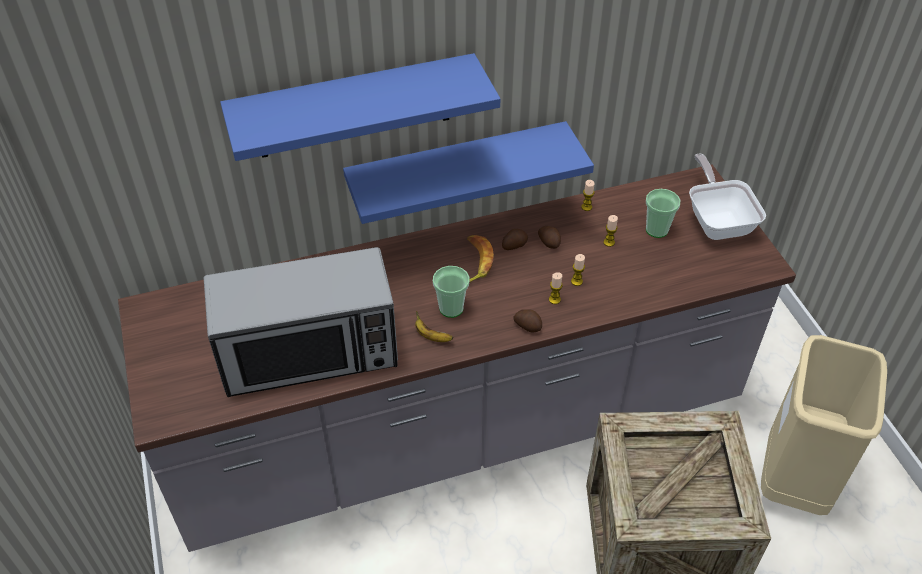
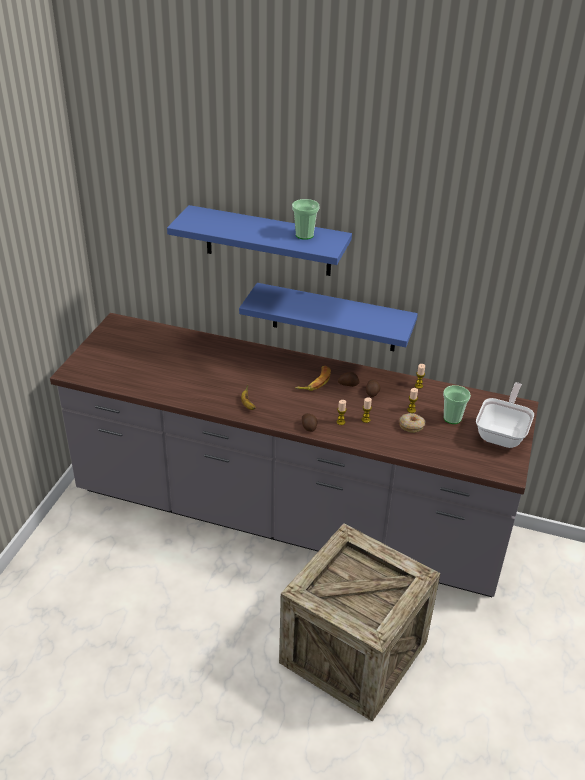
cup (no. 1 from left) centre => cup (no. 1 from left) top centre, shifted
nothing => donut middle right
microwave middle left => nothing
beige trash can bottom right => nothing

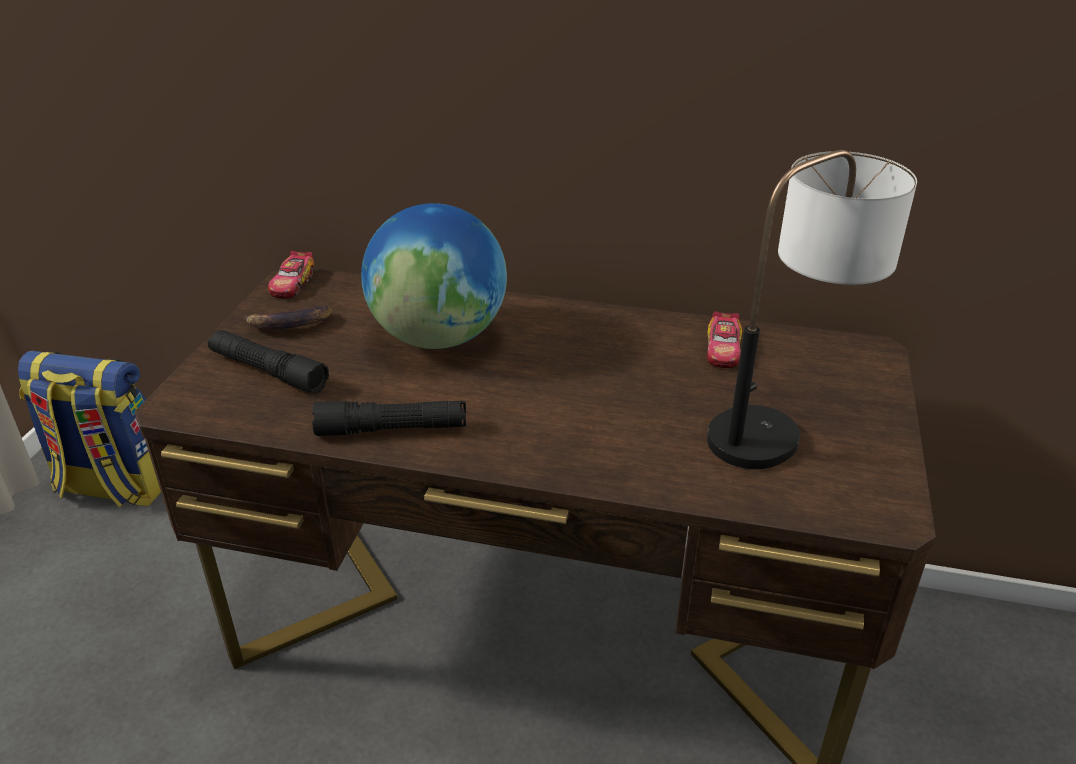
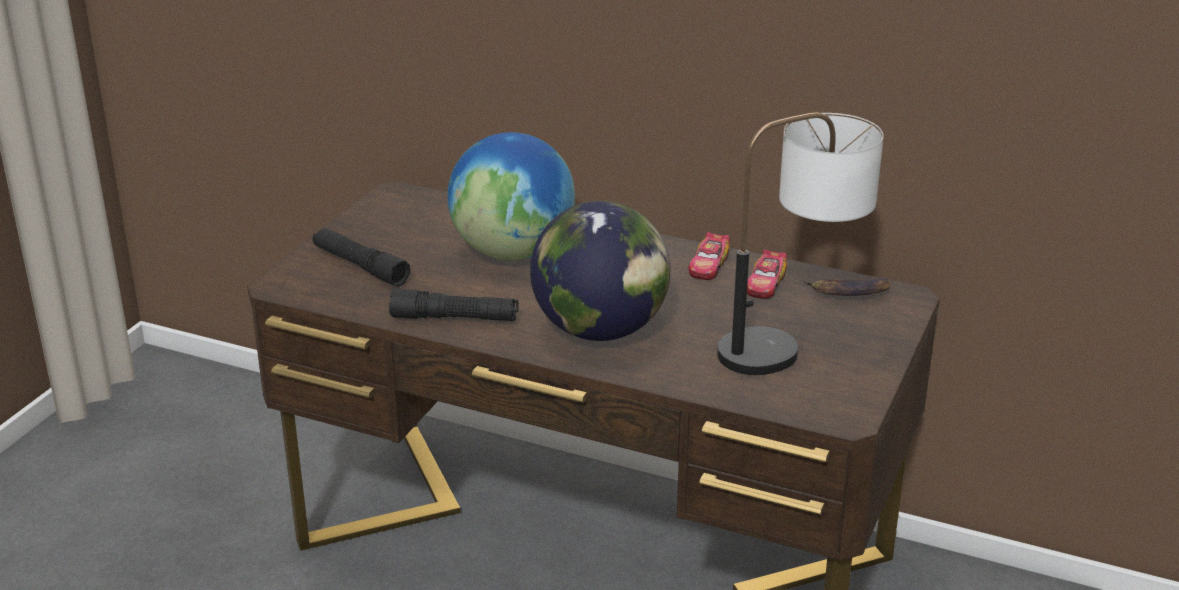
nothing => globe (no. 2 from left) centre
toy car (no. 1 from left) middle left => toy car (no. 1 from left) centre, shifted
banana middle left => banana middle right, shifted
backpack middle left => nothing

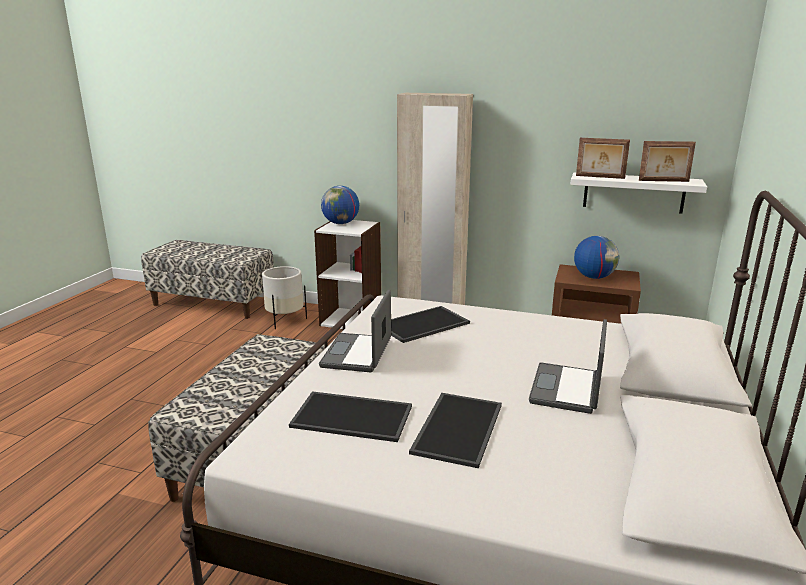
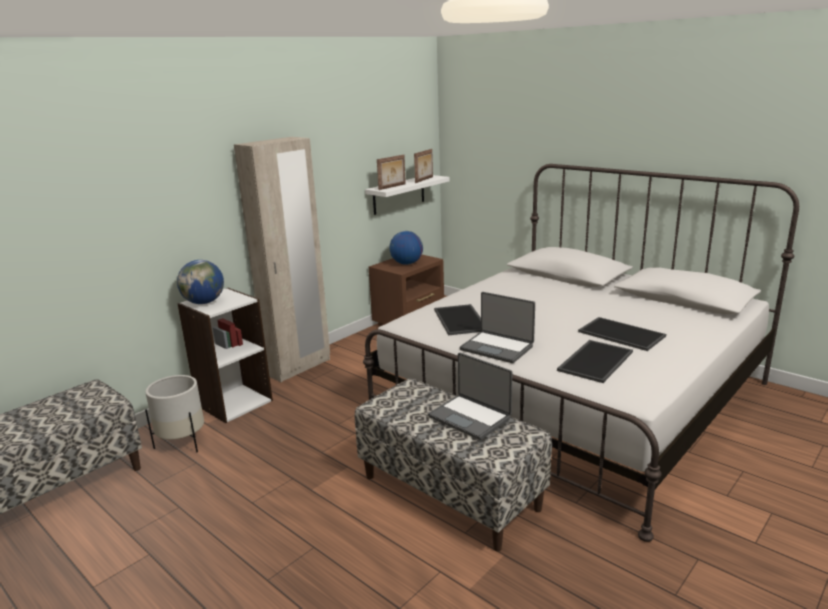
laptop (no. 2 from left in the first image) middle right => laptop (no. 1 from left) centre, shifted

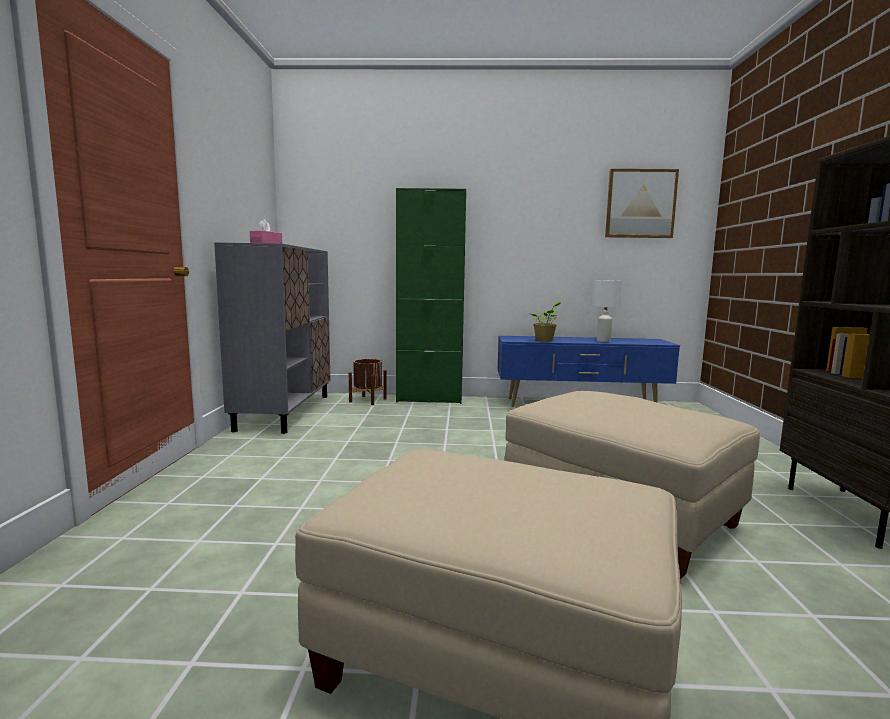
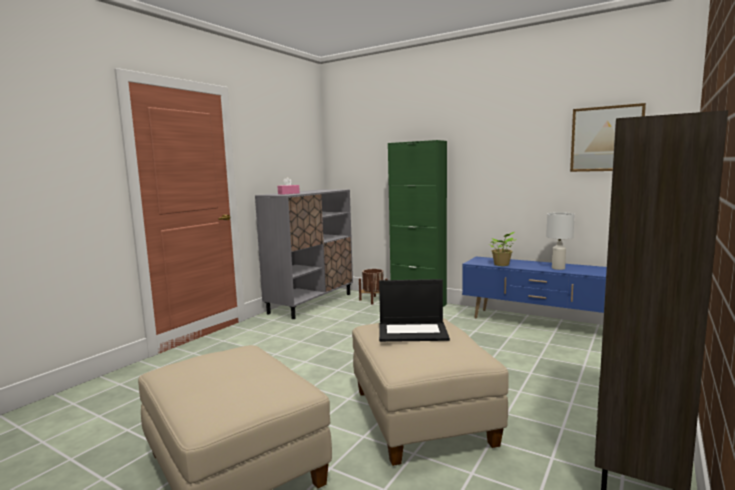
nothing => laptop centre

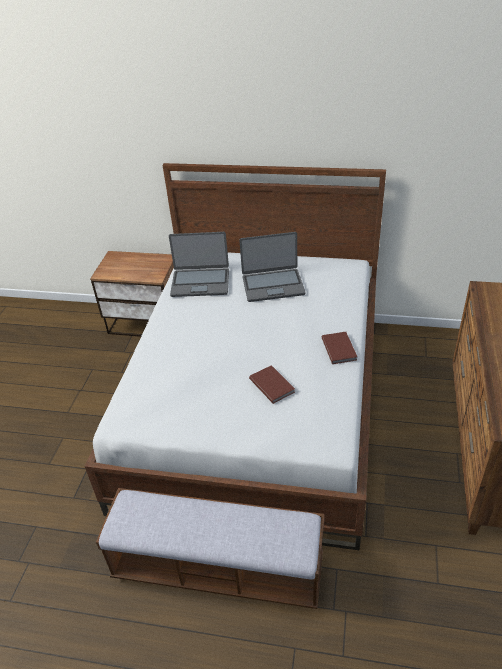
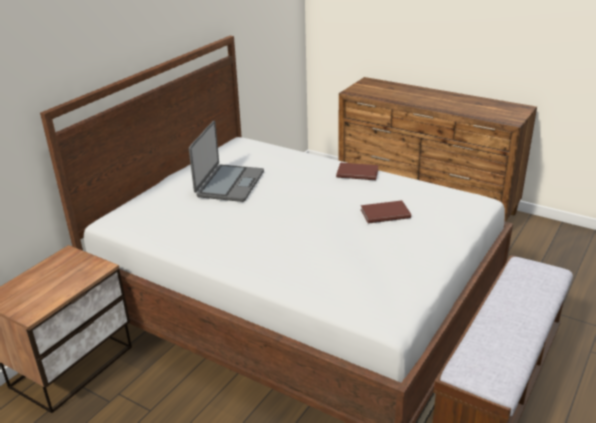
laptop (no. 1 from left) centre => nothing

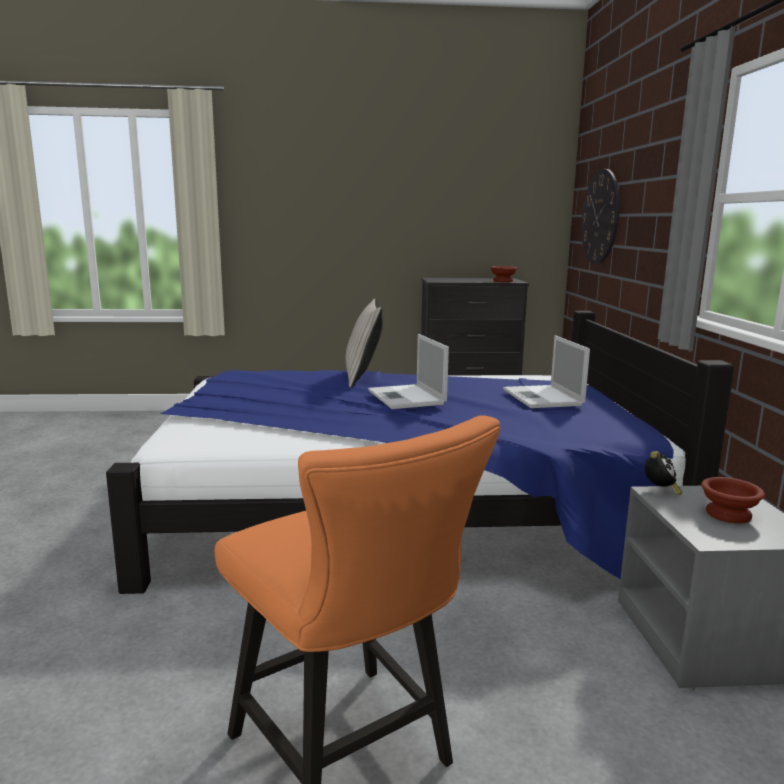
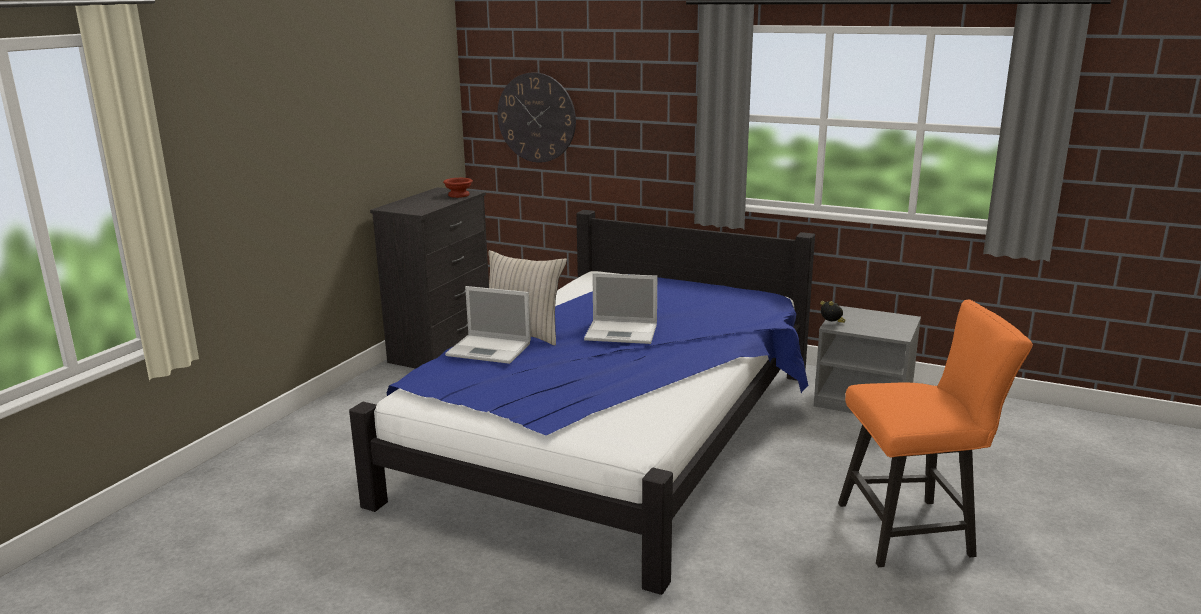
laptop (no. 2 from left in the first image) middle right => laptop (no. 1 from left) centre, shifted
brown bowl (no. 2 from left) middle right => nothing

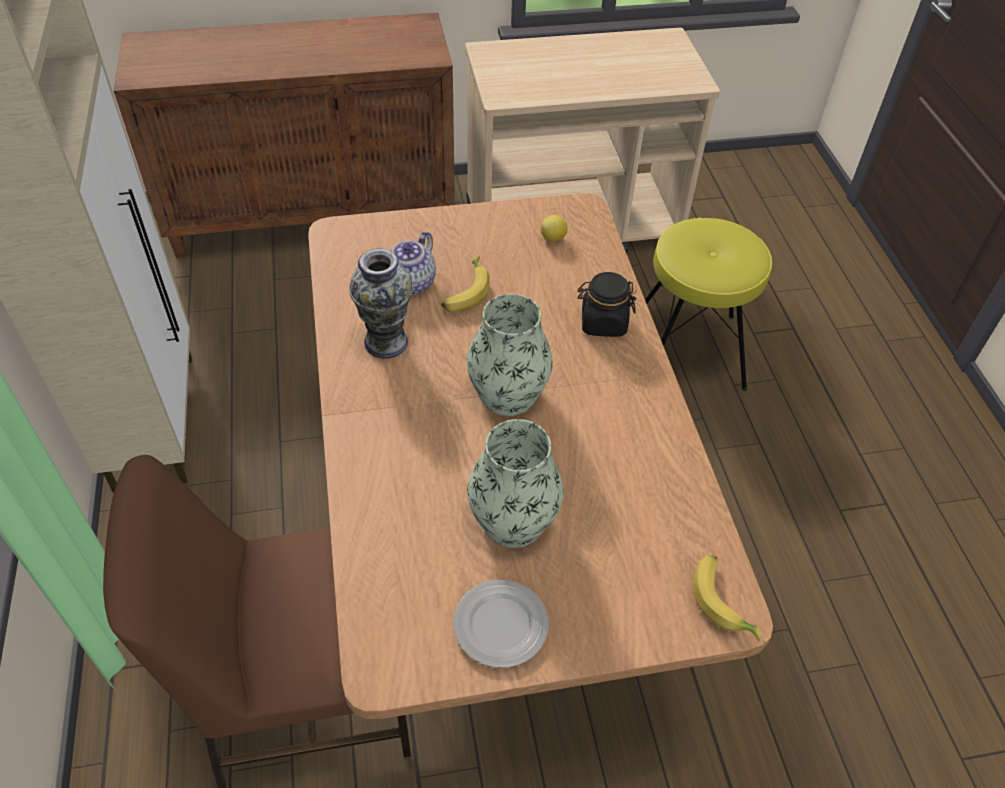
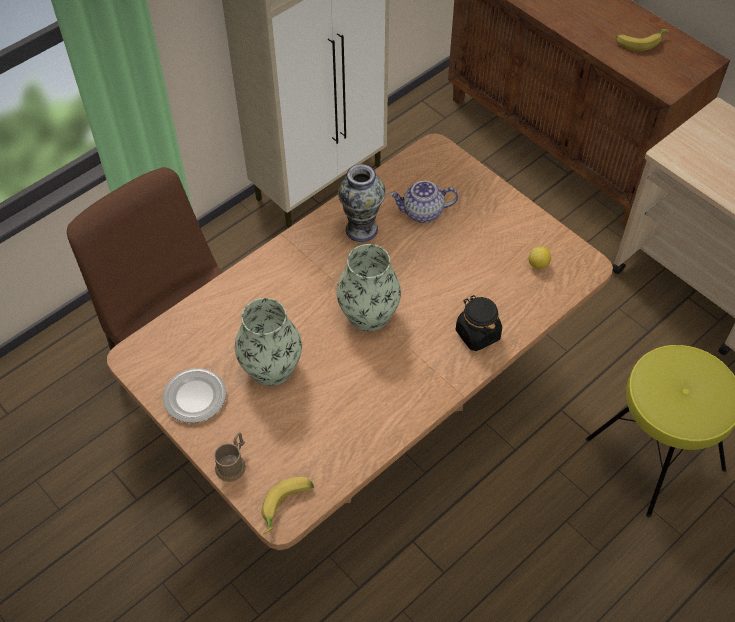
nothing => brown mug bottom left
banana (no. 1 from left in the first image) centre => banana (no. 2 from left) top right, shifted

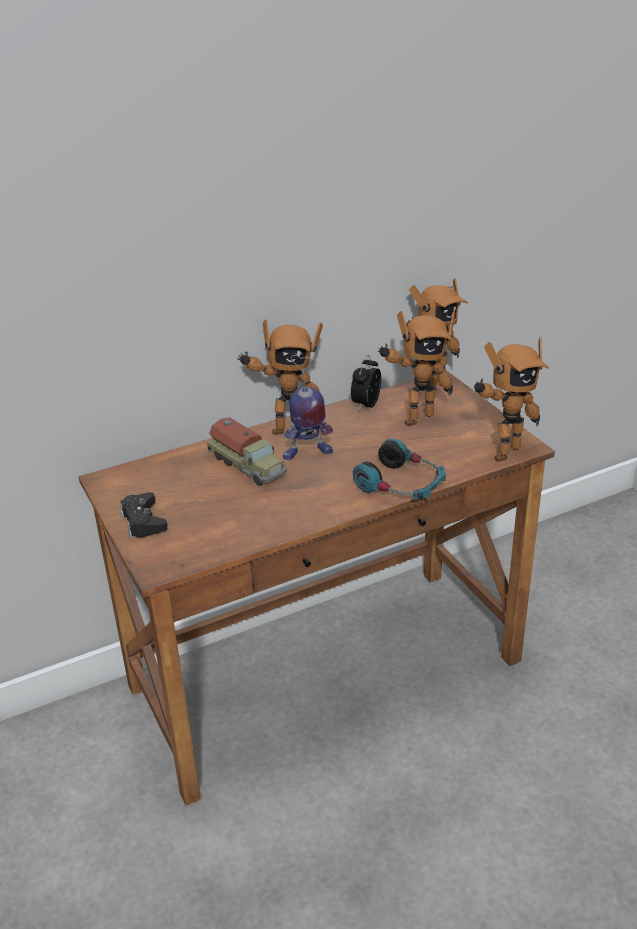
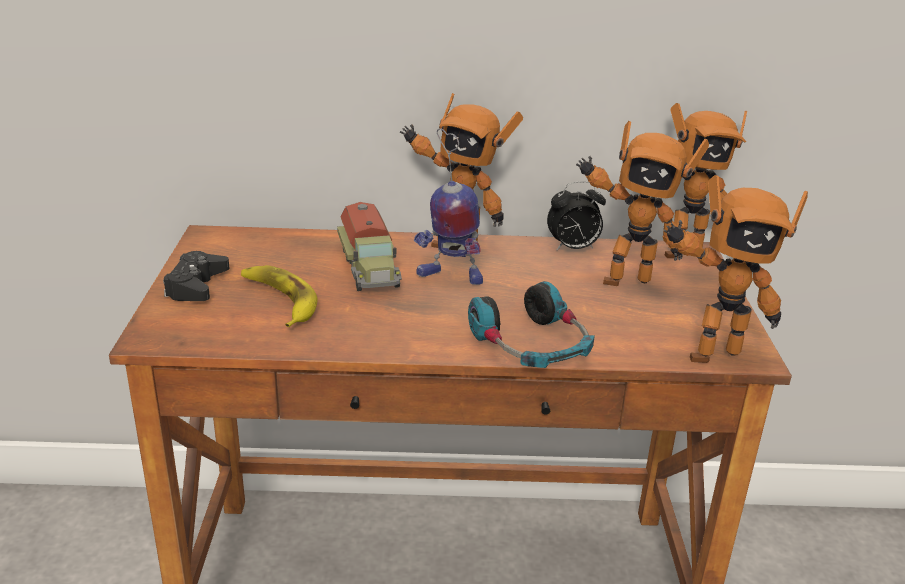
nothing => banana middle left
alarm clock centre, 150 degrees counterclockwise

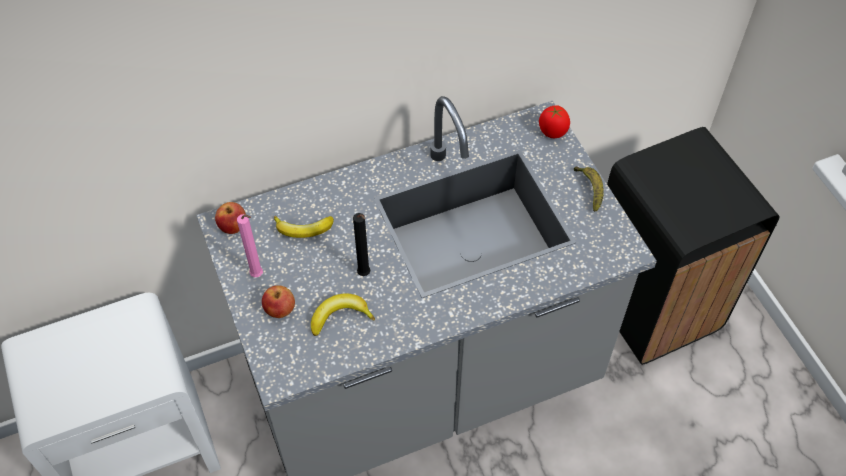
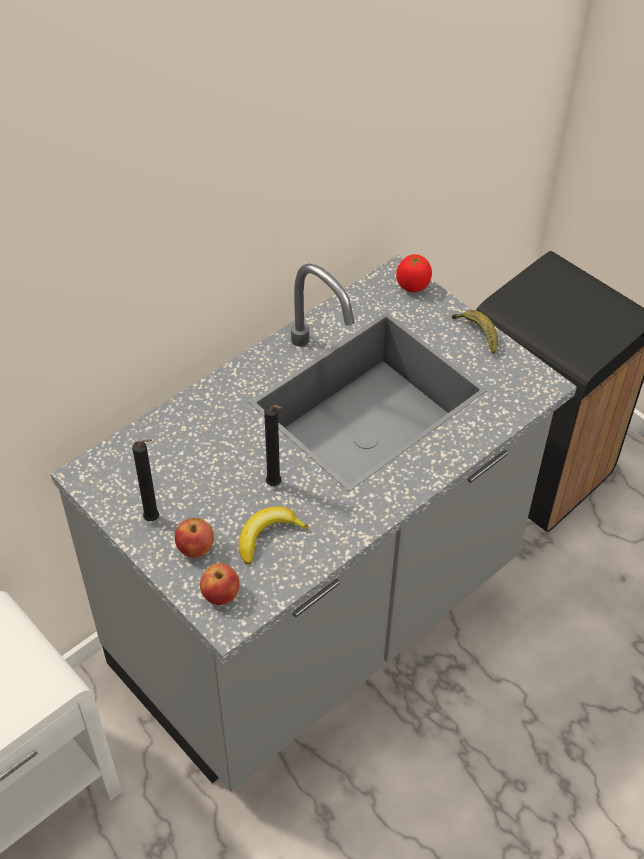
pink candle middle left => black candle (no. 1 from left) middle left
apple (no. 1 from left in the first image) middle left => apple (no. 2 from left) bottom centre, shifted
banana (no. 1 from left) centre => nothing

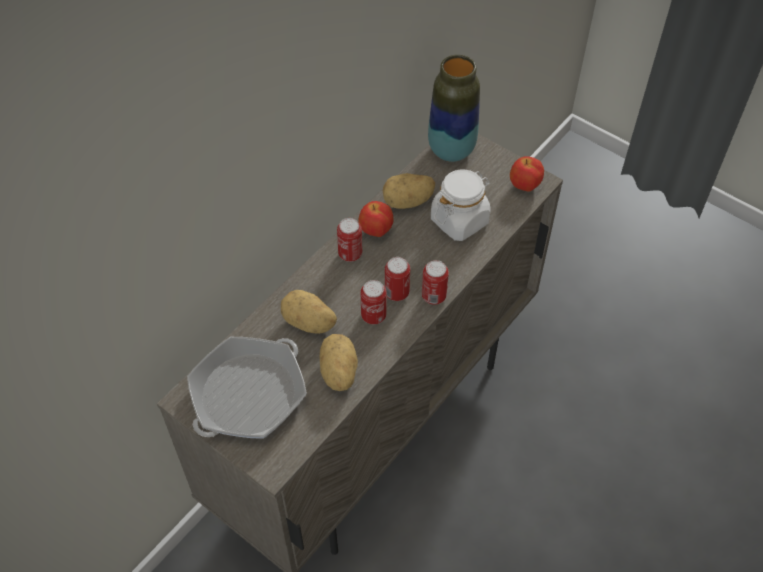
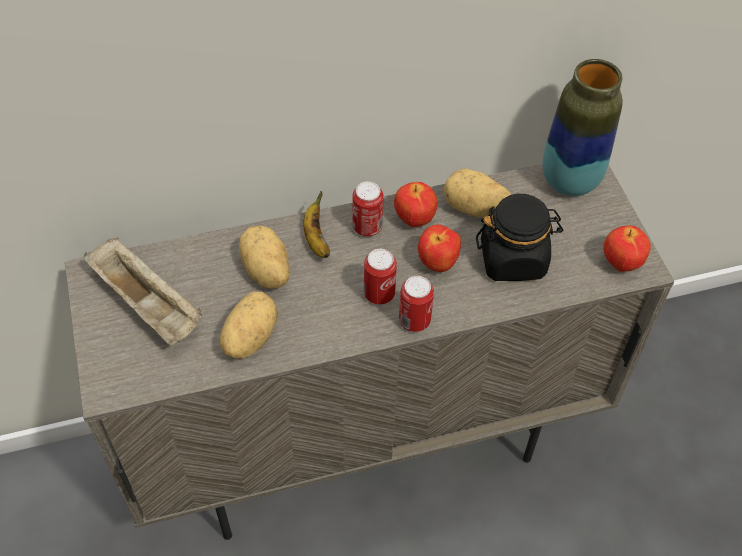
frying pan bottom left => beige tray middle left
nothing => banana centre
nothing => apple (no. 2 from left) centre
white jar centre => black jar middle right
can (no. 2 from left) centre => nothing

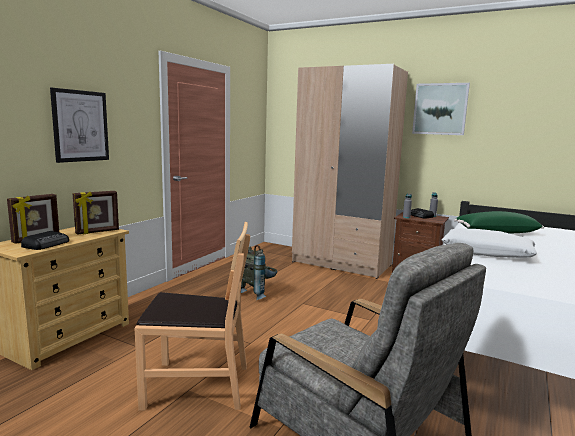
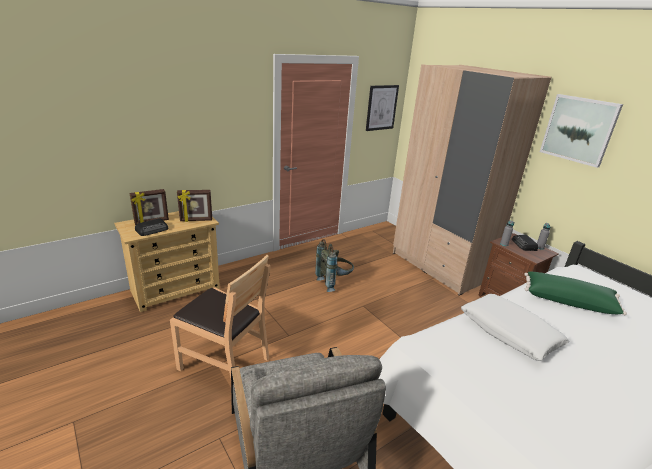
picture (no. 1 from left) top left => picture (no. 1 from left) top centre, shifted

